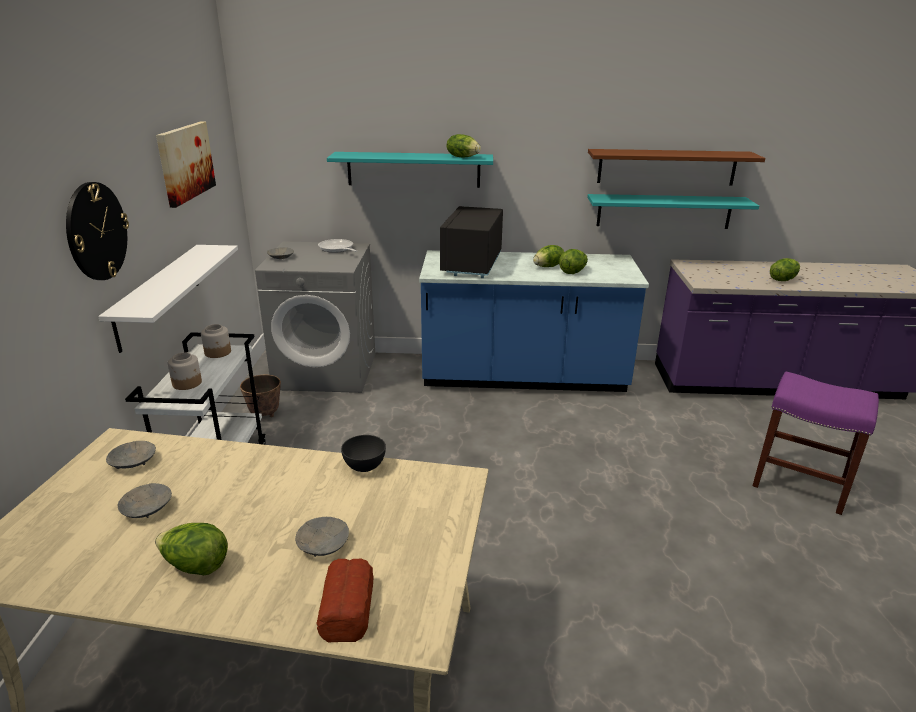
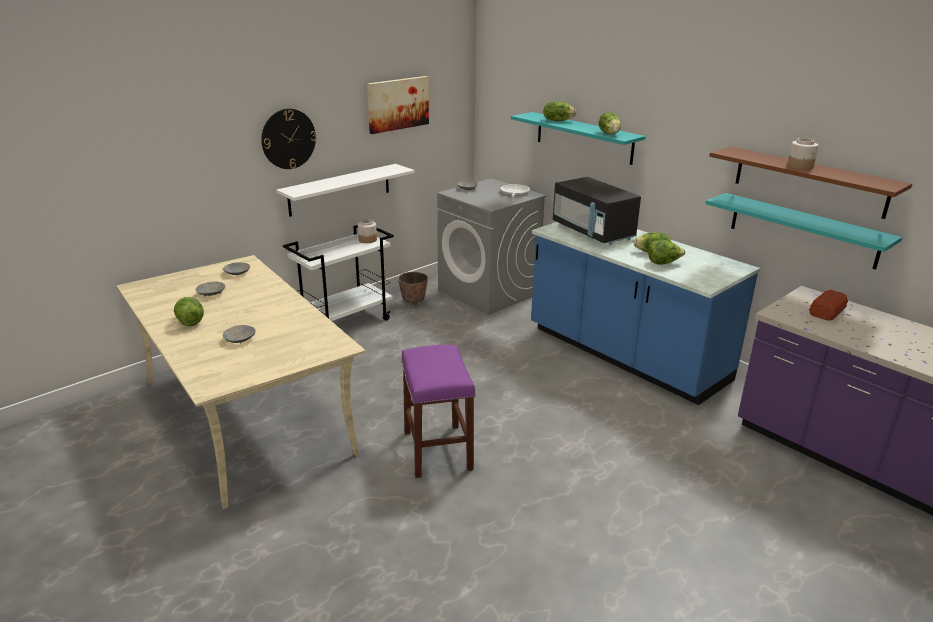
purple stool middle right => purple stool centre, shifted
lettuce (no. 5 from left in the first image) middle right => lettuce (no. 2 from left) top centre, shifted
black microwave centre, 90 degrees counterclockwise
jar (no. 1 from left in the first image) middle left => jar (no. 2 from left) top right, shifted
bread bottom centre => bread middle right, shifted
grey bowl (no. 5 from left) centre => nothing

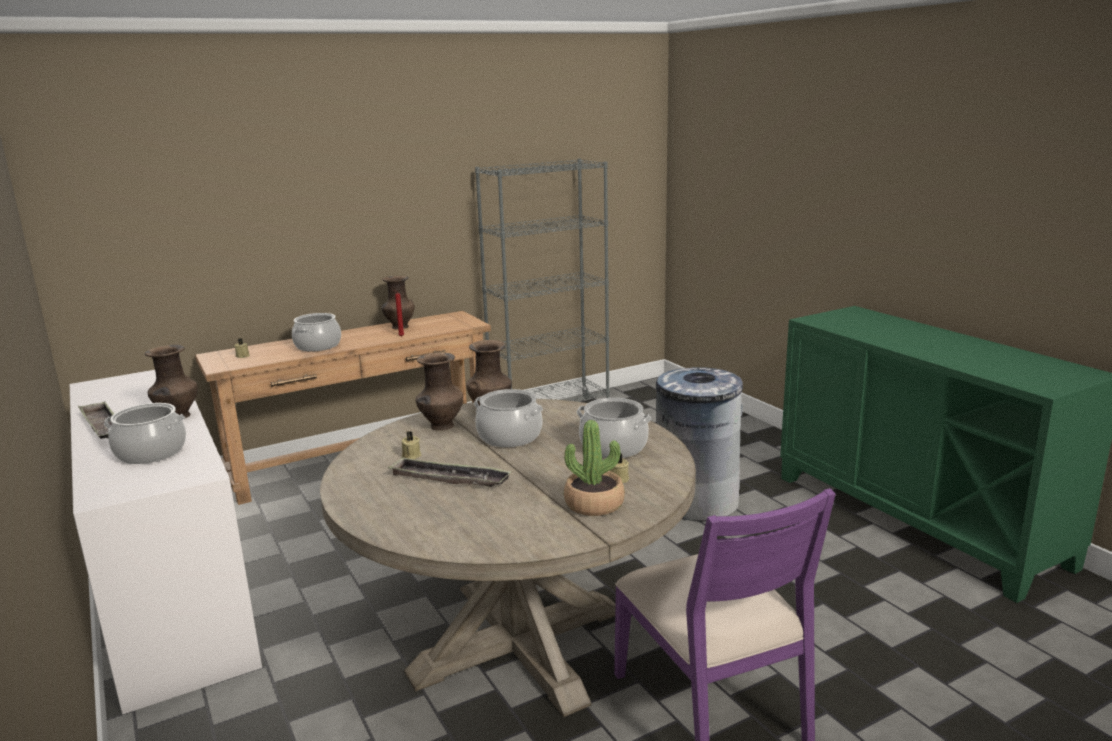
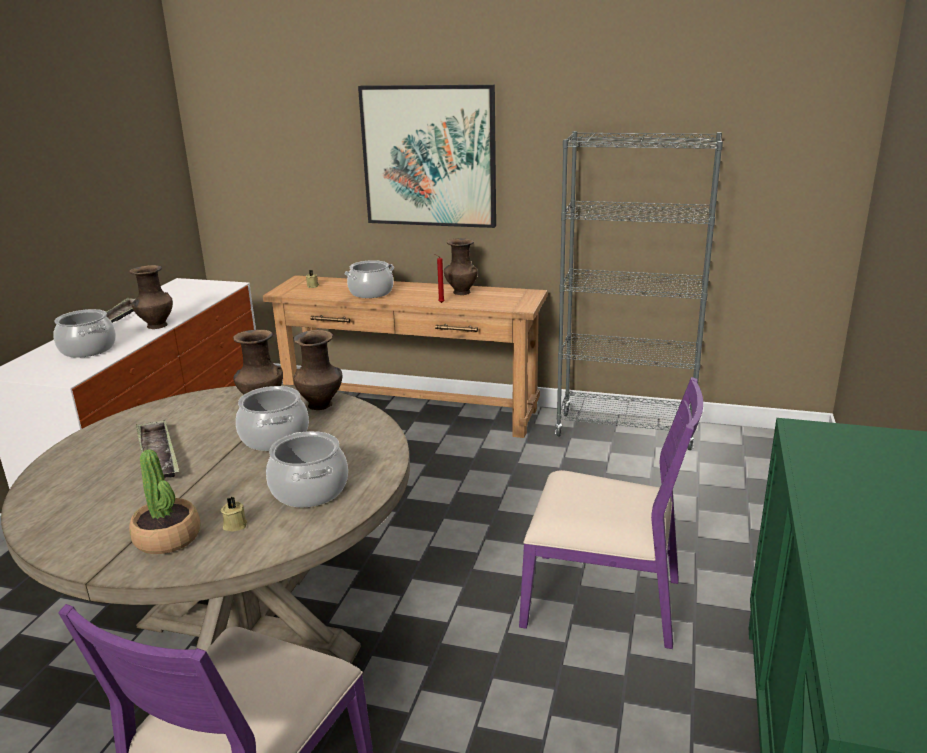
nothing => picture top centre
grey trash can centre => purple chair (no. 2 from left) bottom centre
beige candle (no. 2 from left) centre => nothing

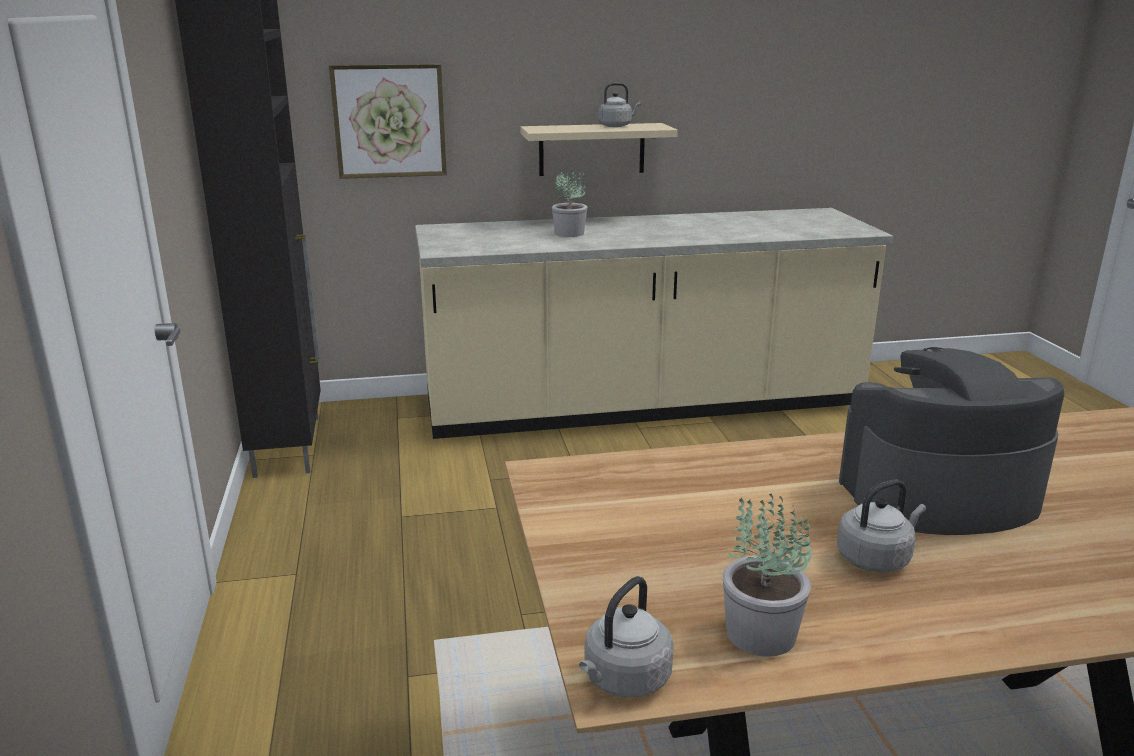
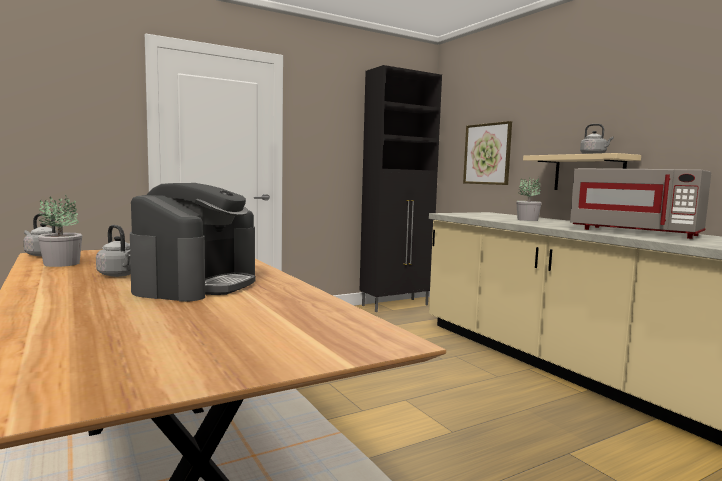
coffee machine middle right => coffee machine middle left, 45 degrees clockwise
nothing => grey microwave middle right

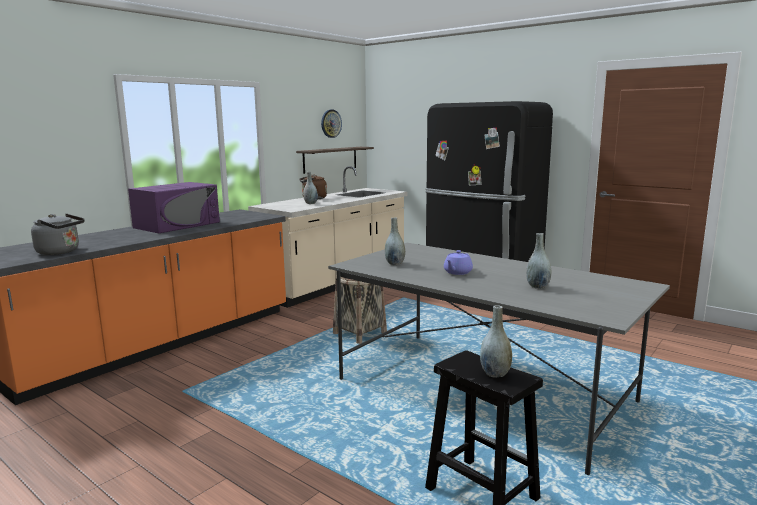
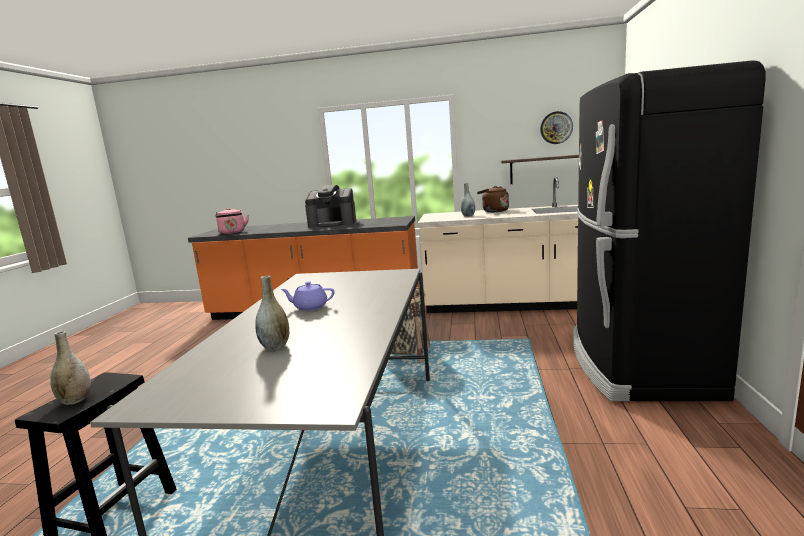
grey kettle middle left => pink kettle middle left
purple microwave middle left => coffee machine centre
grey vase (no. 2 from left) centre => nothing

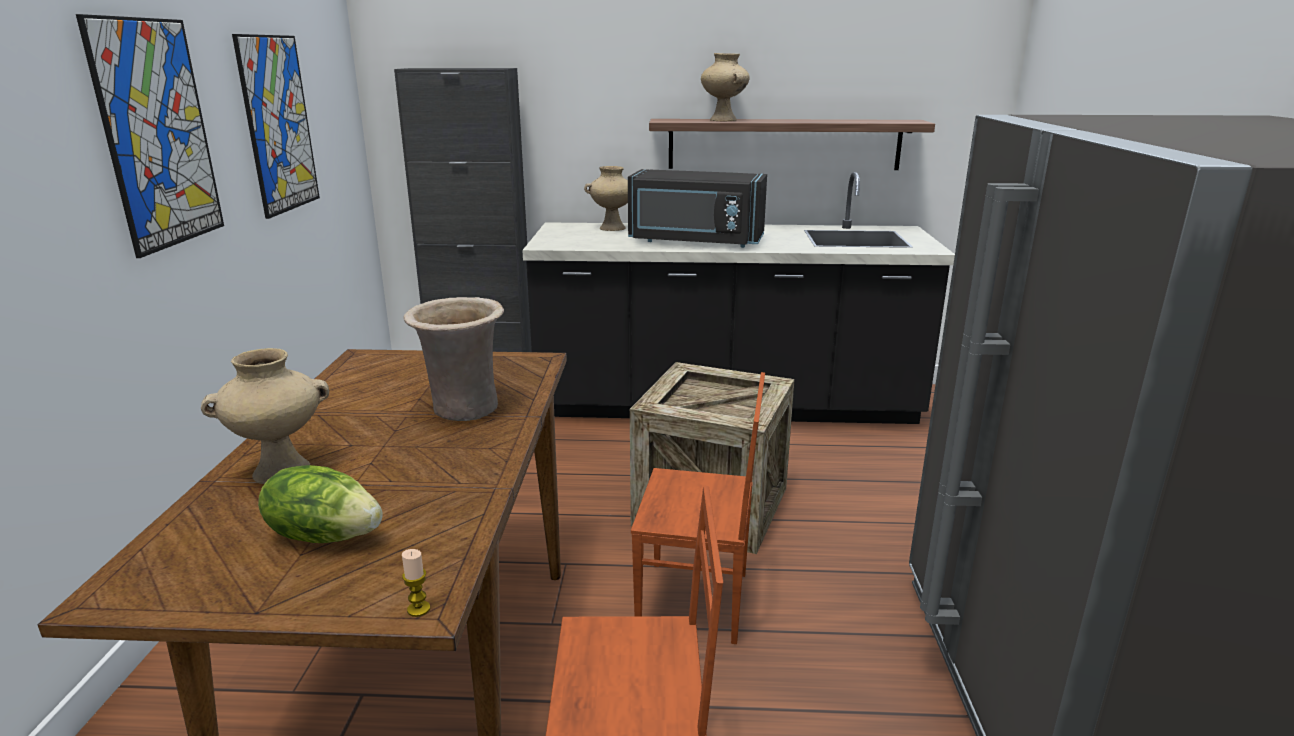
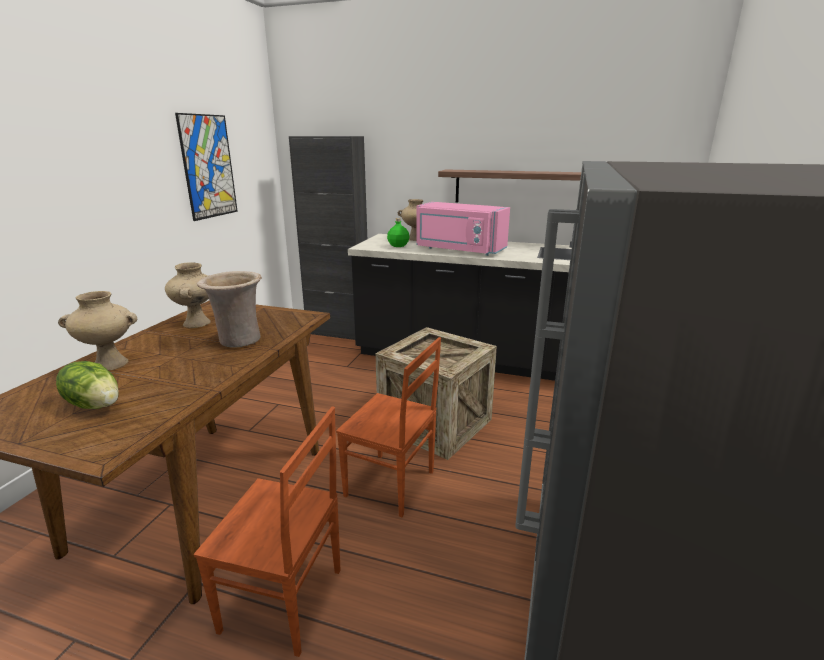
beige vase (no. 4 from left in the first image) top centre => beige vase (no. 2 from left) middle left, shifted
nothing => green bottle centre
black microwave top centre => pink microwave centre
picture (no. 1 from left) top left => nothing
candle bottom left => nothing

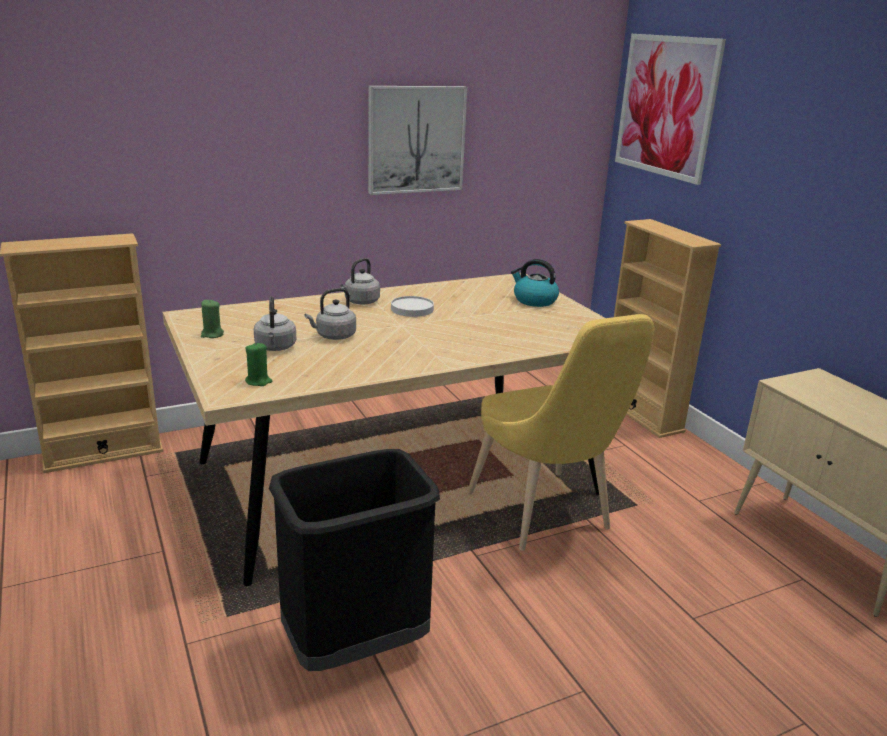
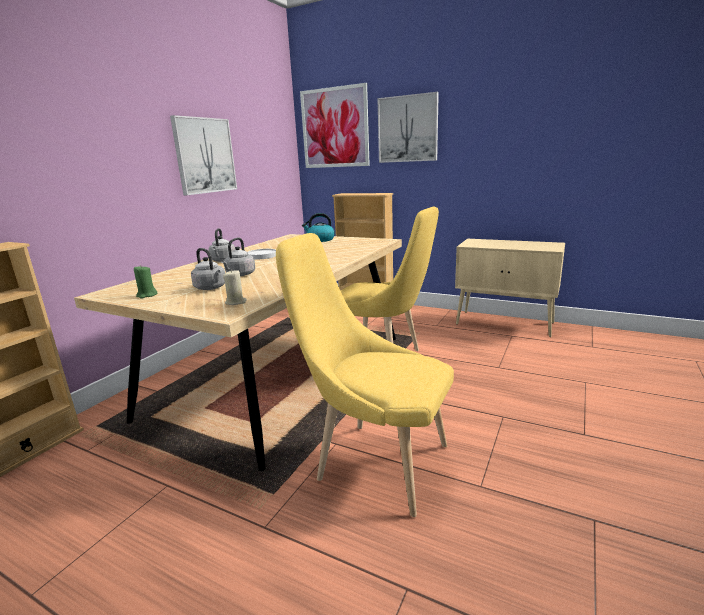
green candle (no. 2 from left) middle left => beige candle centre
black trash can bottom centre => yellow chair (no. 1 from left) centre
nothing => picture (no. 3 from left) top centre

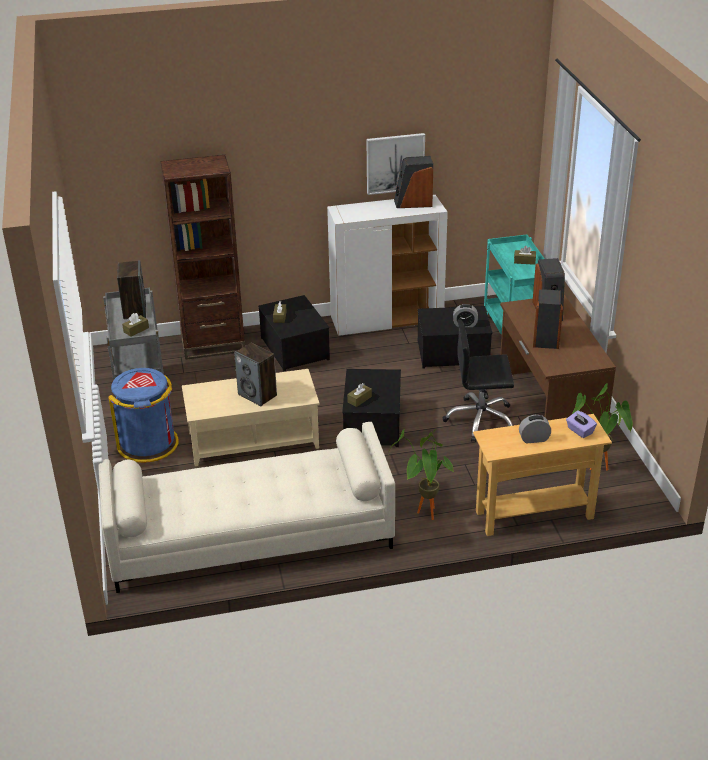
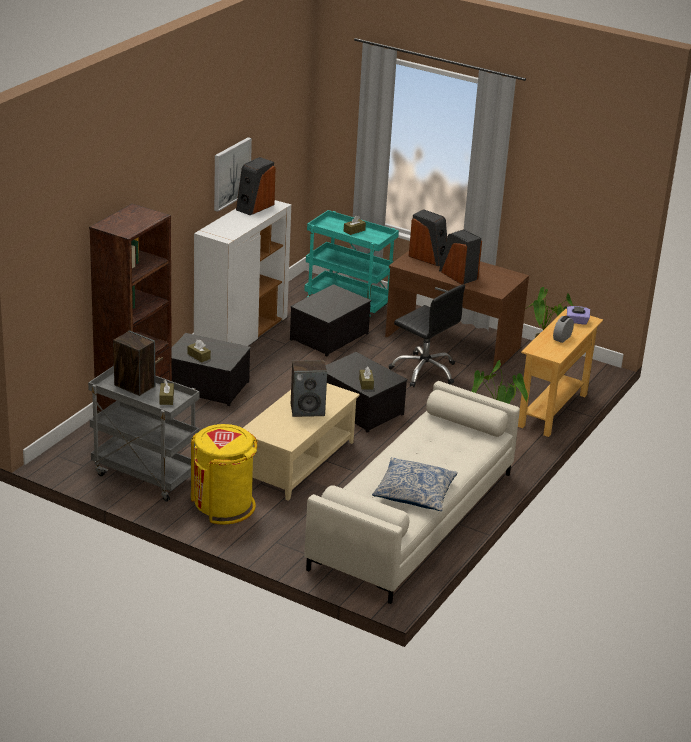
blue trash can middle left => yellow trash can middle left
nothing => pillow centre
black office chair middle right => black office chair centre, 90 degrees counterclockwise
alarm clock (no. 1 from left) centre => nothing

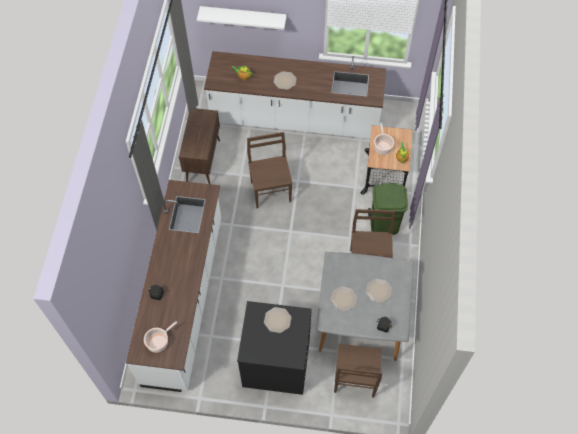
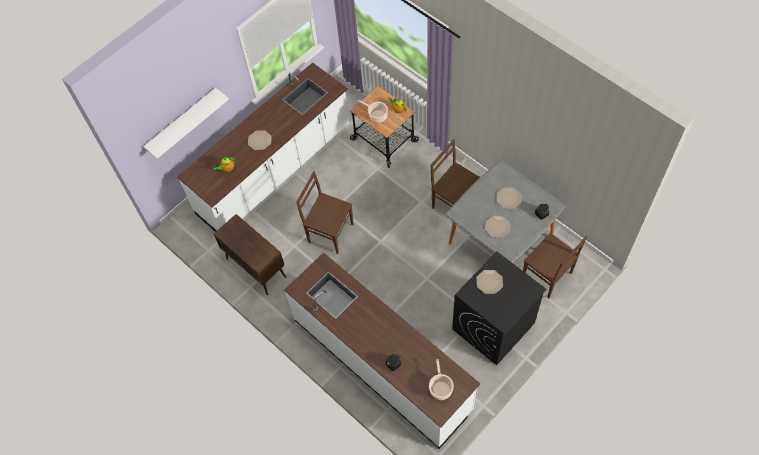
green trash can middle right => nothing

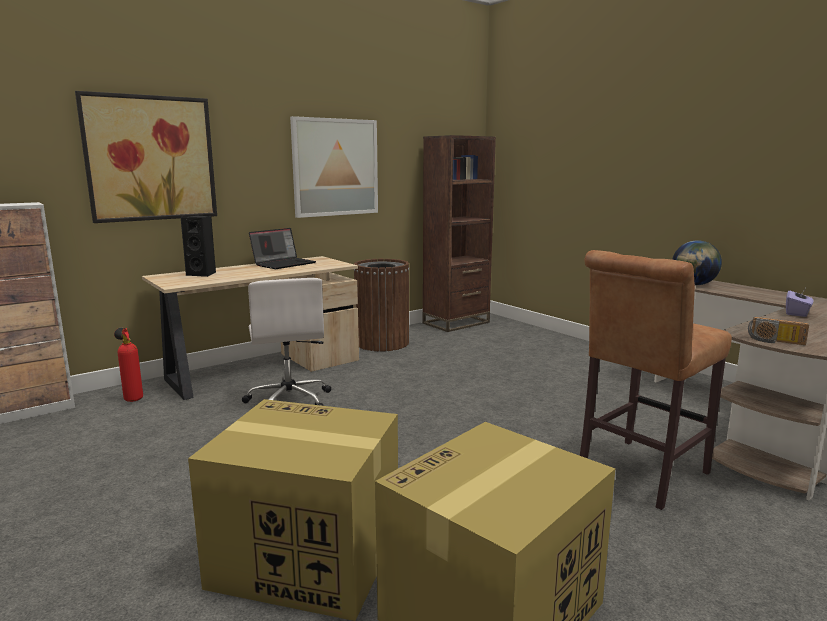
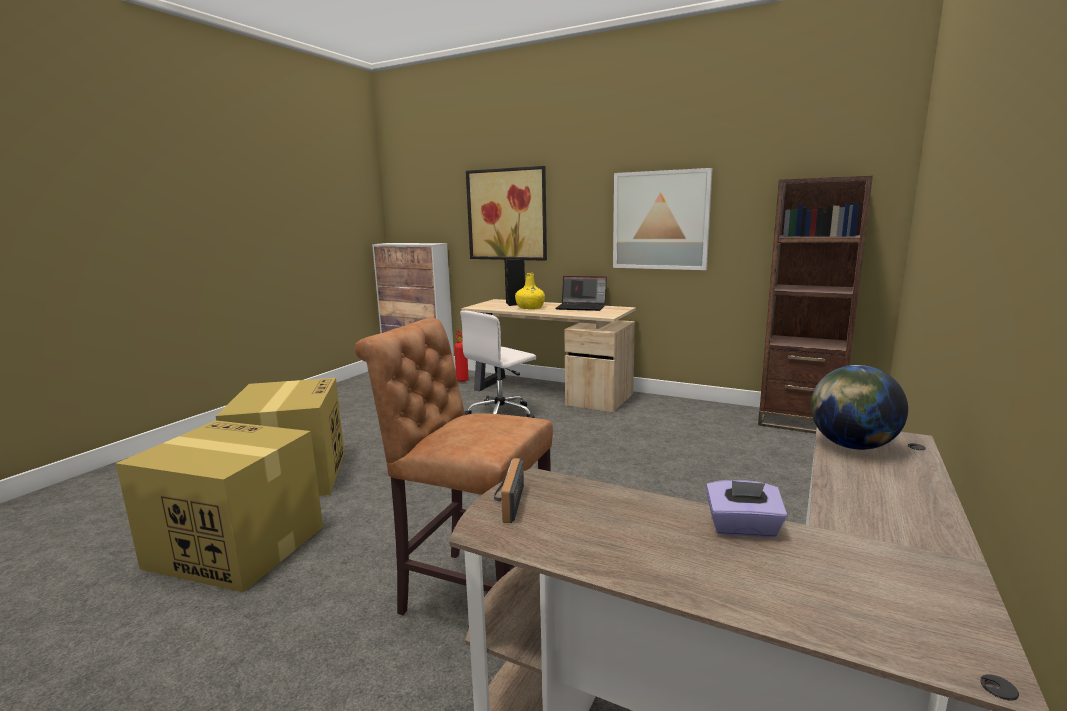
nothing => yellow bottle centre
brown trash can centre => nothing

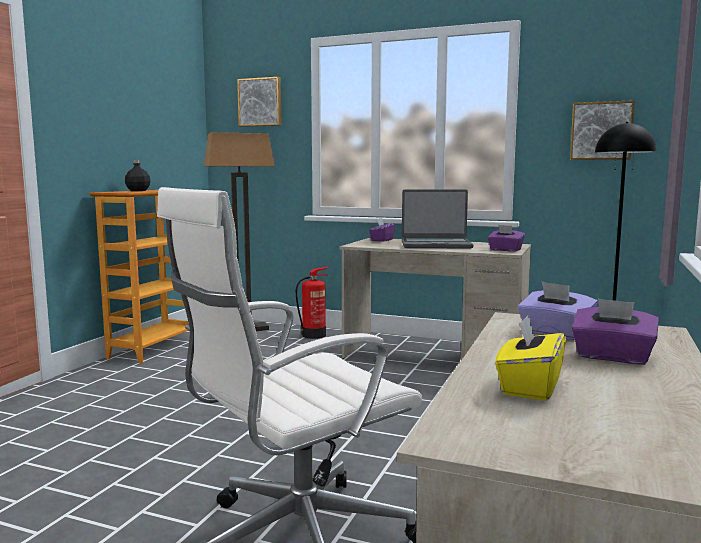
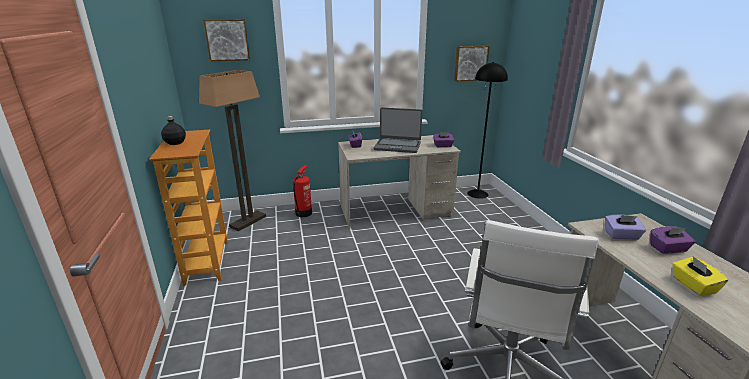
laptop centre, 45 degrees clockwise

